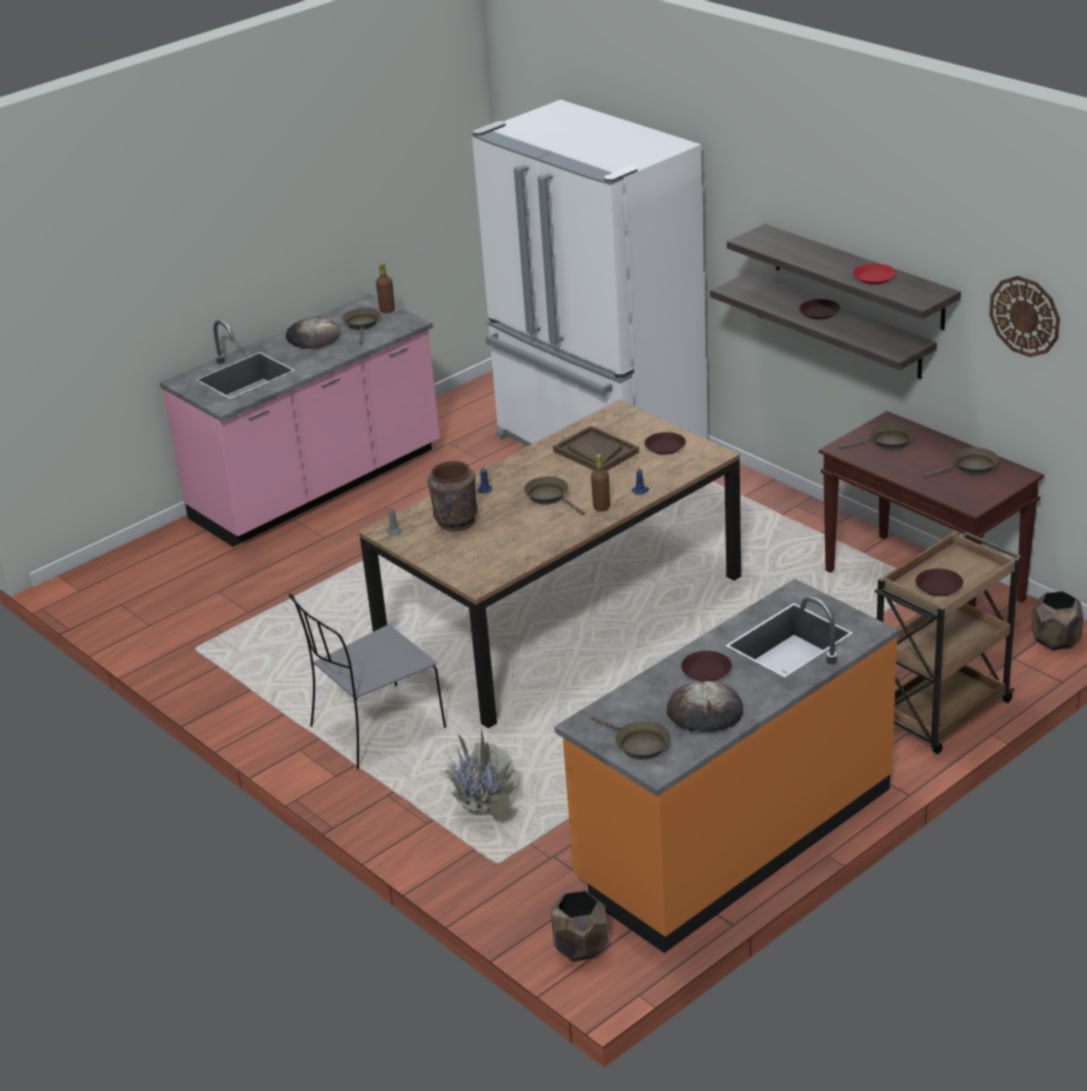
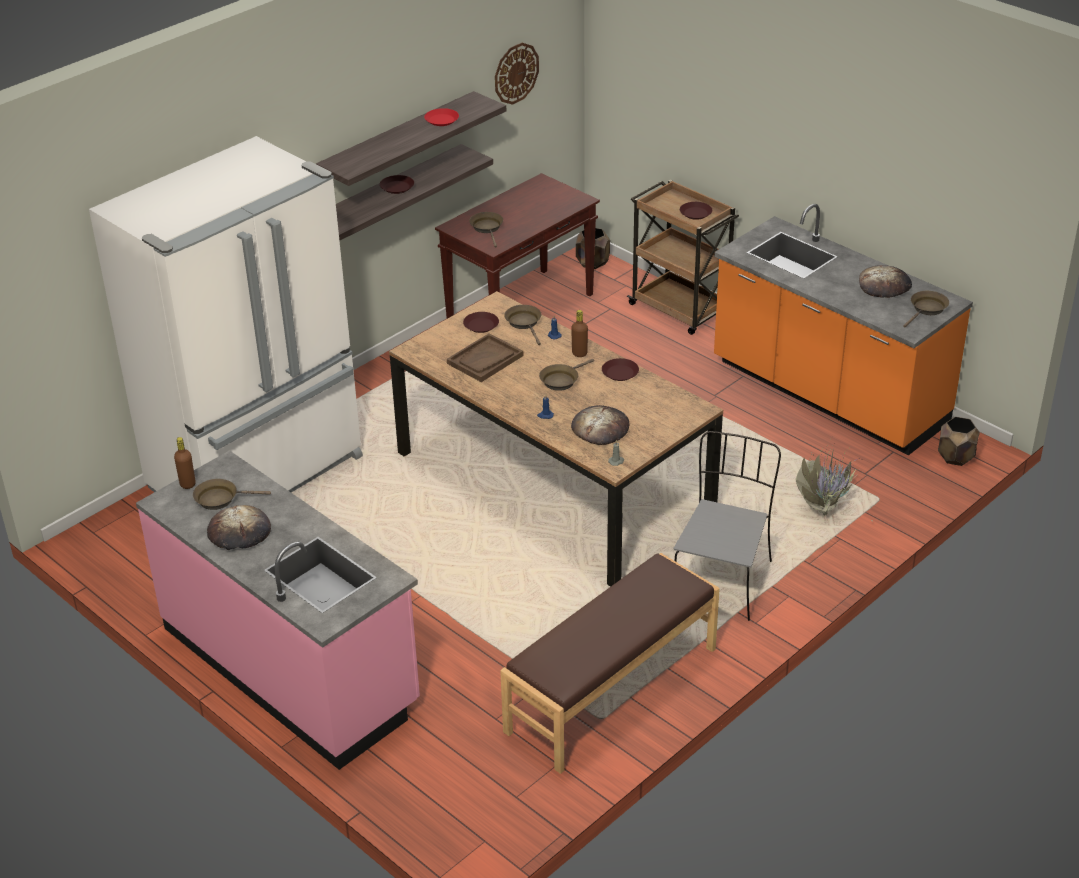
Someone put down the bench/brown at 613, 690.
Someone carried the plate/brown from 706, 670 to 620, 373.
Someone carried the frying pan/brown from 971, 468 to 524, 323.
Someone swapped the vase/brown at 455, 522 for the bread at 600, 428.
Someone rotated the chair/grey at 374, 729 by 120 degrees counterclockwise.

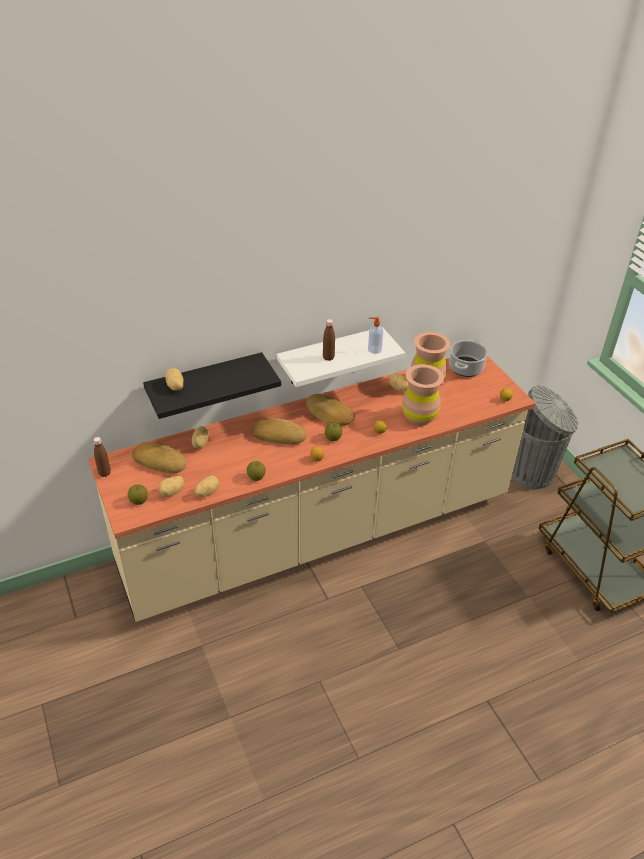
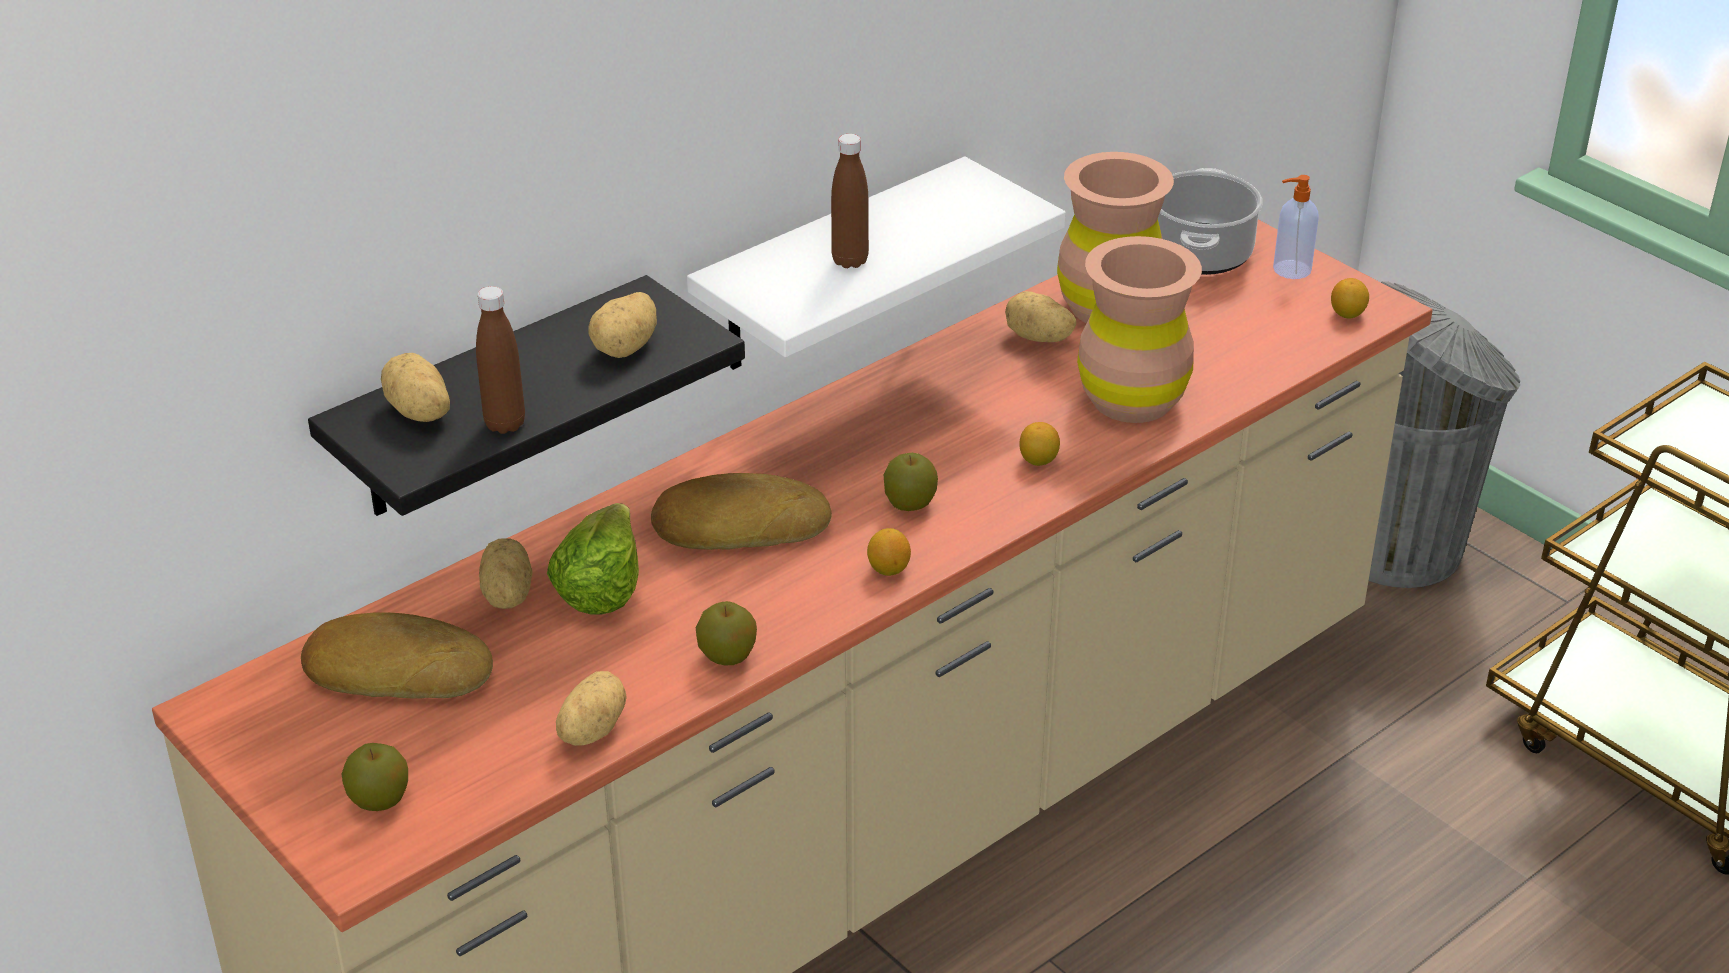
Someone took away the bread at 329, 414.
Someone put down the lettuce at 599, 586.
Someone carried the bottle/brown from 104, 473 to 505, 424.
Someone carried the potato from 172, 492 to 627, 348.
Someone carried the soap dispenser from 374, 350 to 1290, 270.

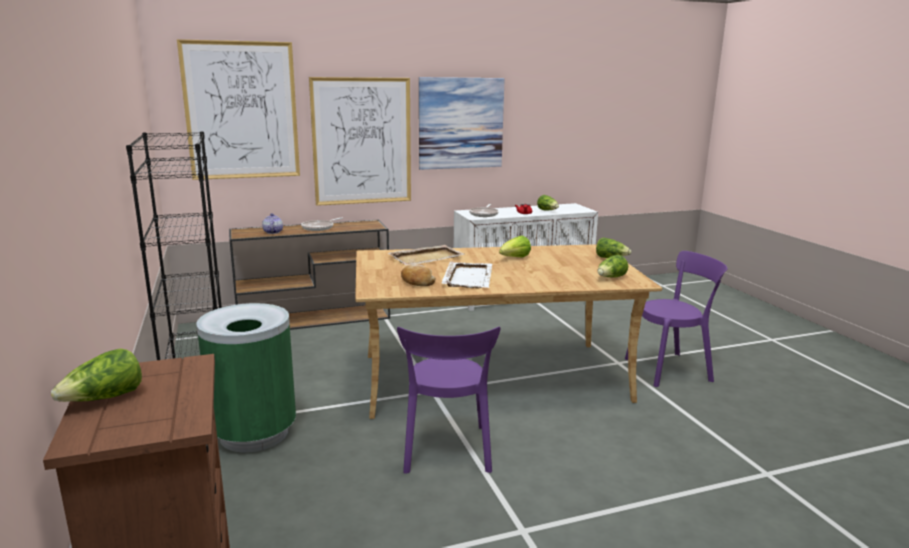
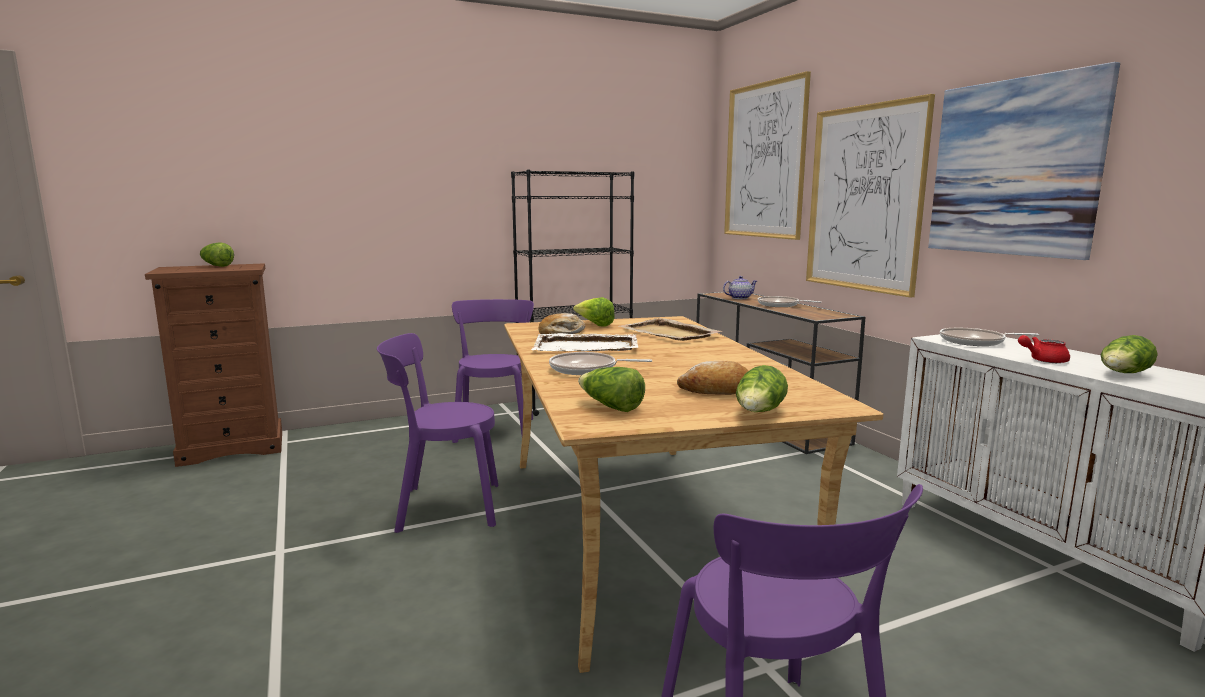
Someone put down the frying pan at 587, 369.
Someone put down the bread at 717, 390.
Someone carried the lettuce from 514, 258 to 594, 325.
Someone swapped the trash can/green at 254, 433 for the chair/purple at 495, 428.

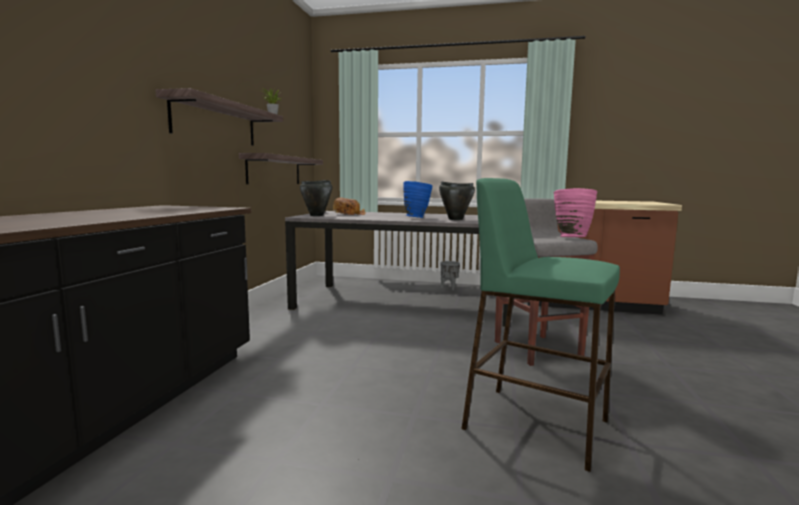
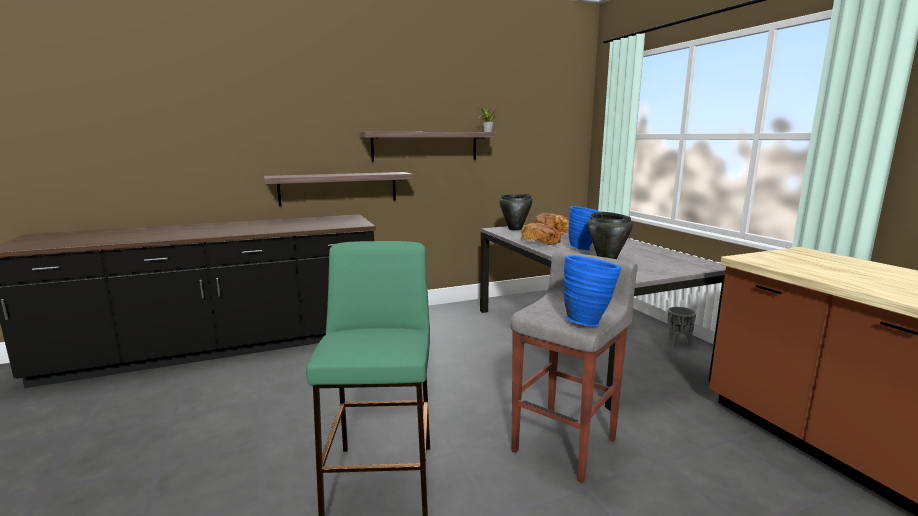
Someone put down the bread at 541, 242.
Someone carried the shelf from 274, 170 to 338, 188.
Someone repainted the vase/pink at 571, 237, which became the vase/blue at 588, 321.

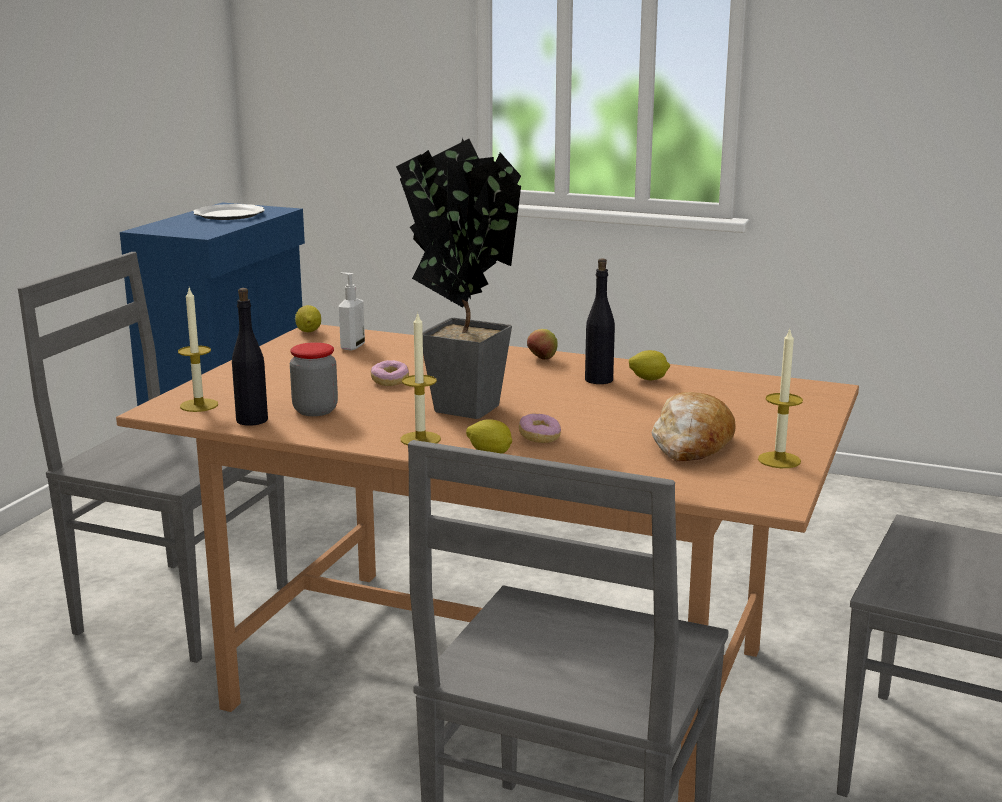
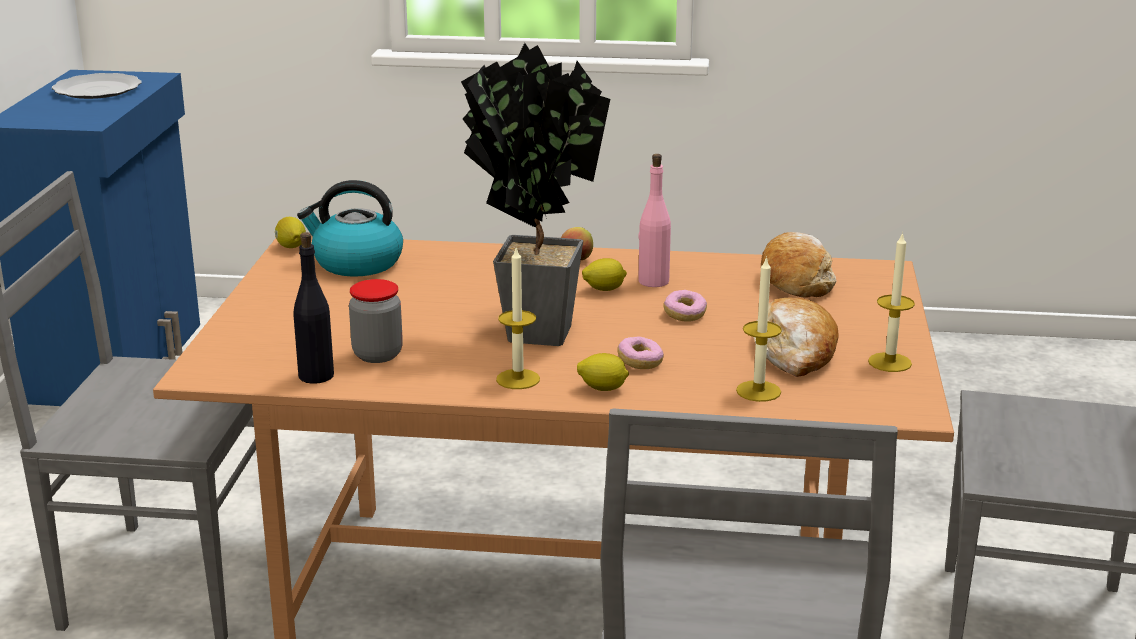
Someone put down the bread at 795, 280.
Someone carried the candle from 199, 405 to 758, 391.
Someone carried the donut from 389, 381 to 684, 315.
Someone carried the lemon from 648, 379 to 604, 290.
Someone swapped the soap dispenser at 351, 346 for the kettle at 356, 263.
Someone repainted the bottle/black at 598, 380, which became the bottle/pink at 653, 281.

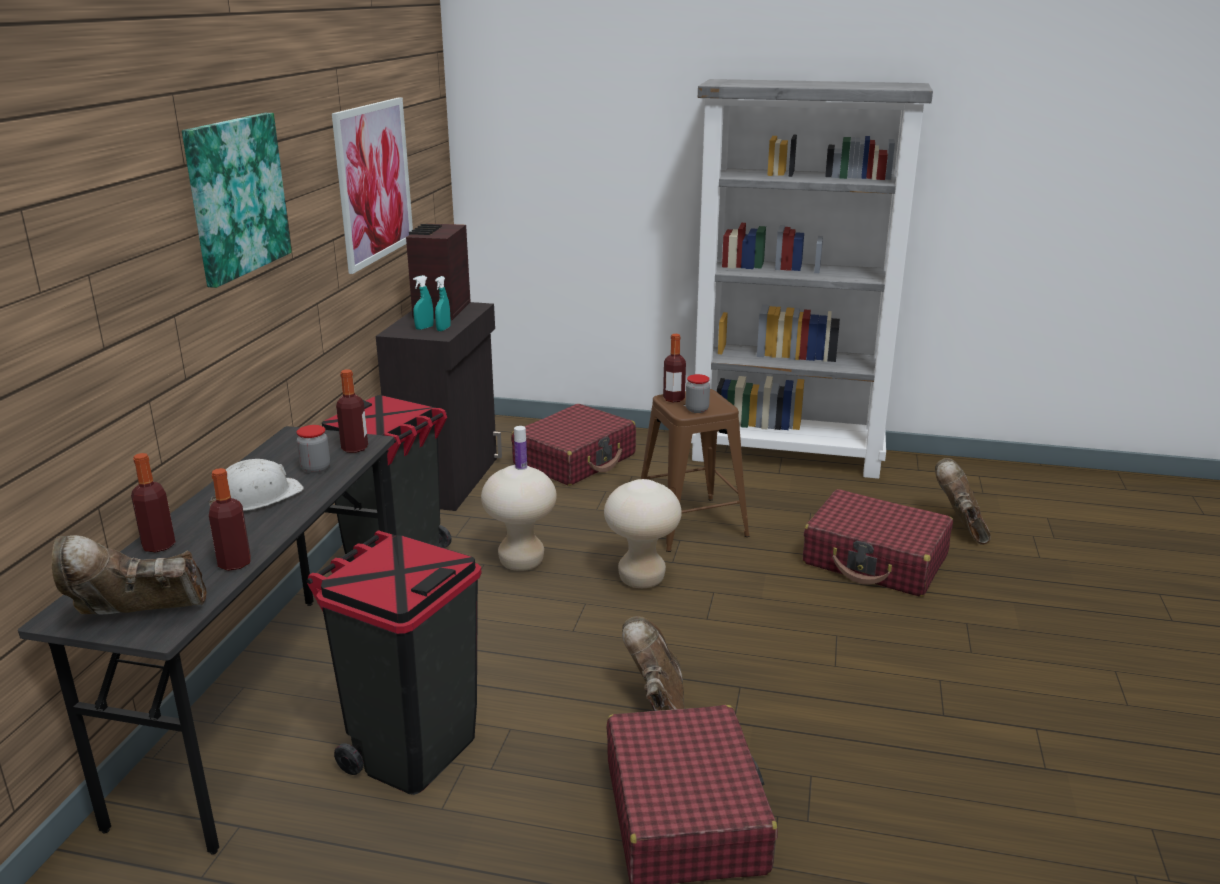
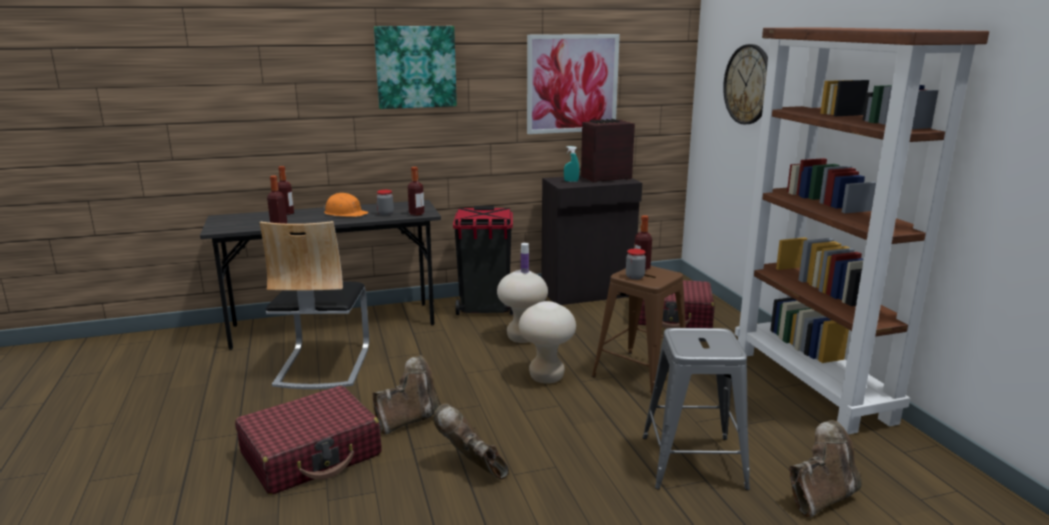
Someone took away the spray bottle/turquoise at 443, 329.
Someone put up the wall clock at 748, 84.
Someone carried the boot/brown from 137, 620 to 473, 467.
Someone swapped the trash can/black at 412, 750 for the chair at 322, 365.
Someone swapped the suitcase/red at 875, 560 for the stool/grey at 692, 462.
Someone repainted the hard hat/white at 256, 497, which became the hard hat/orange at 345, 213.
Someone repainted the bookcase/grey at 787, 456, which became the bookcase/brown at 812, 385.

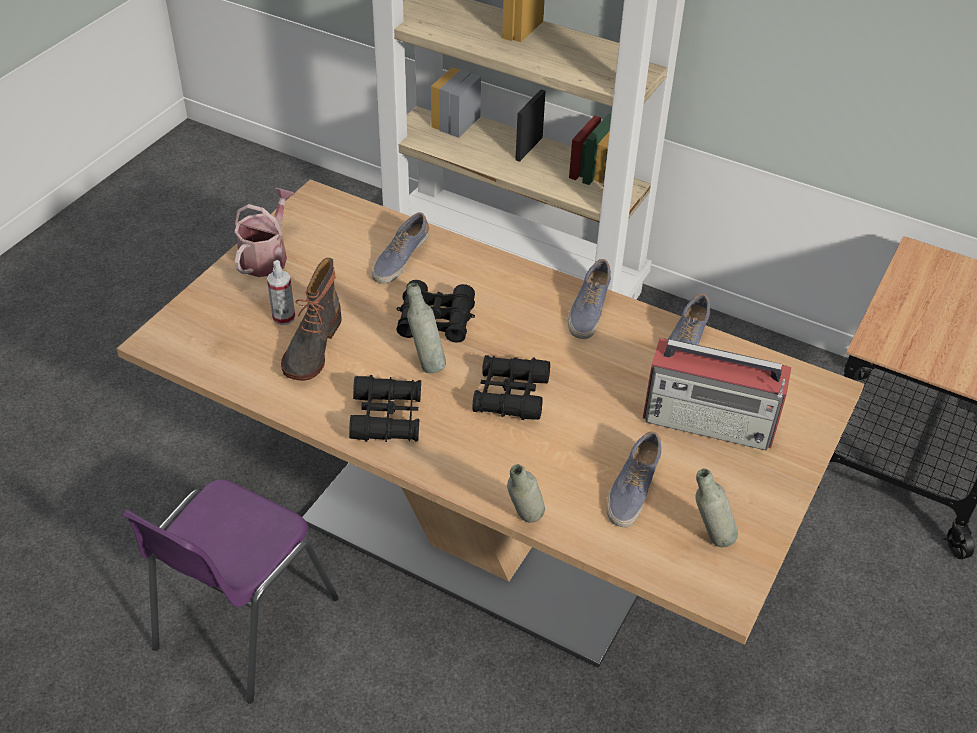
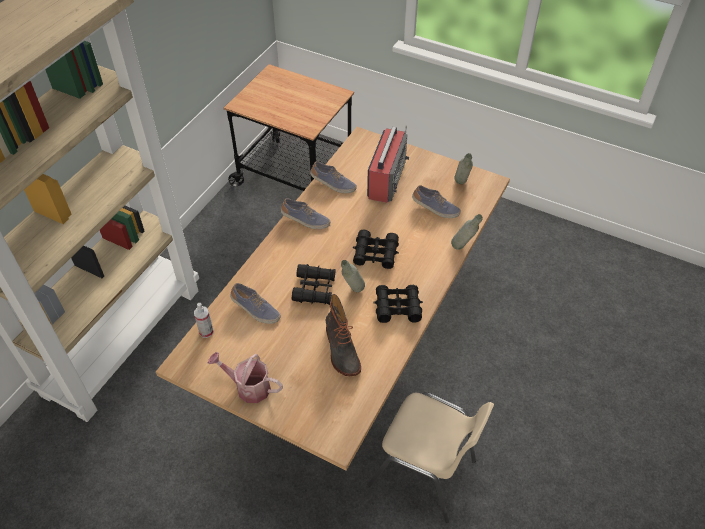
Someone carried the spray bottle from 284, 317 to 206, 332.
Someone repainted the chair/purple at 241, 625, which became the chair/beige at 425, 474.
Someone rotated the boot at 311, 347 by 60 degrees clockwise.

